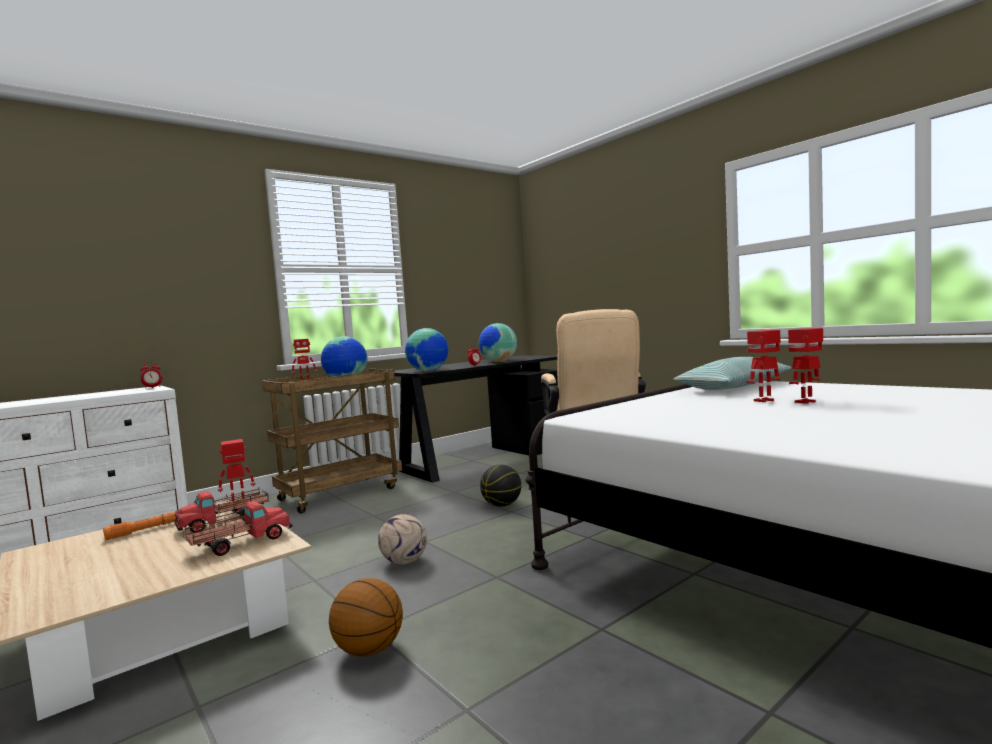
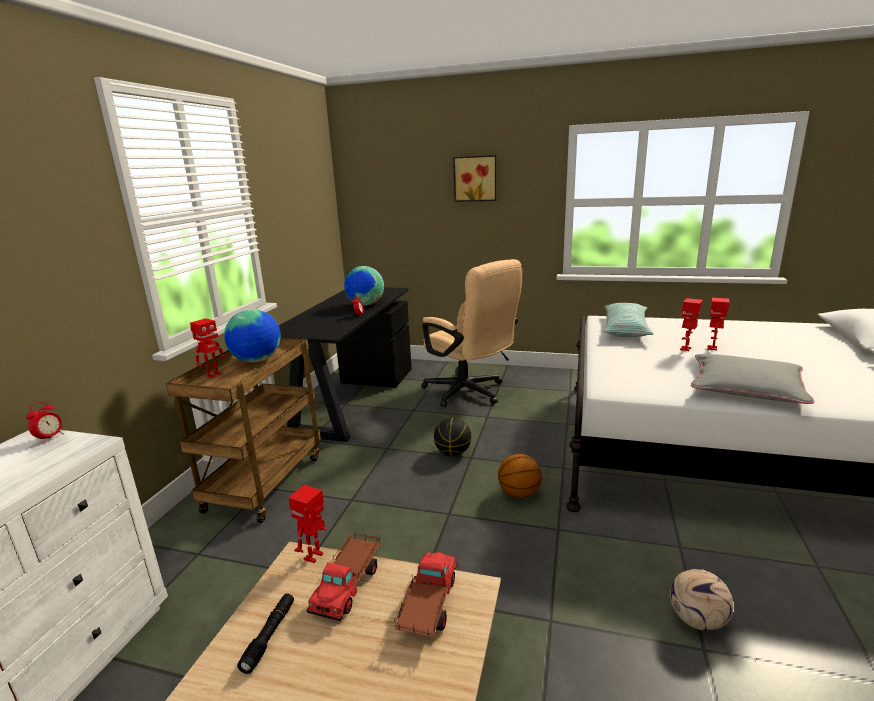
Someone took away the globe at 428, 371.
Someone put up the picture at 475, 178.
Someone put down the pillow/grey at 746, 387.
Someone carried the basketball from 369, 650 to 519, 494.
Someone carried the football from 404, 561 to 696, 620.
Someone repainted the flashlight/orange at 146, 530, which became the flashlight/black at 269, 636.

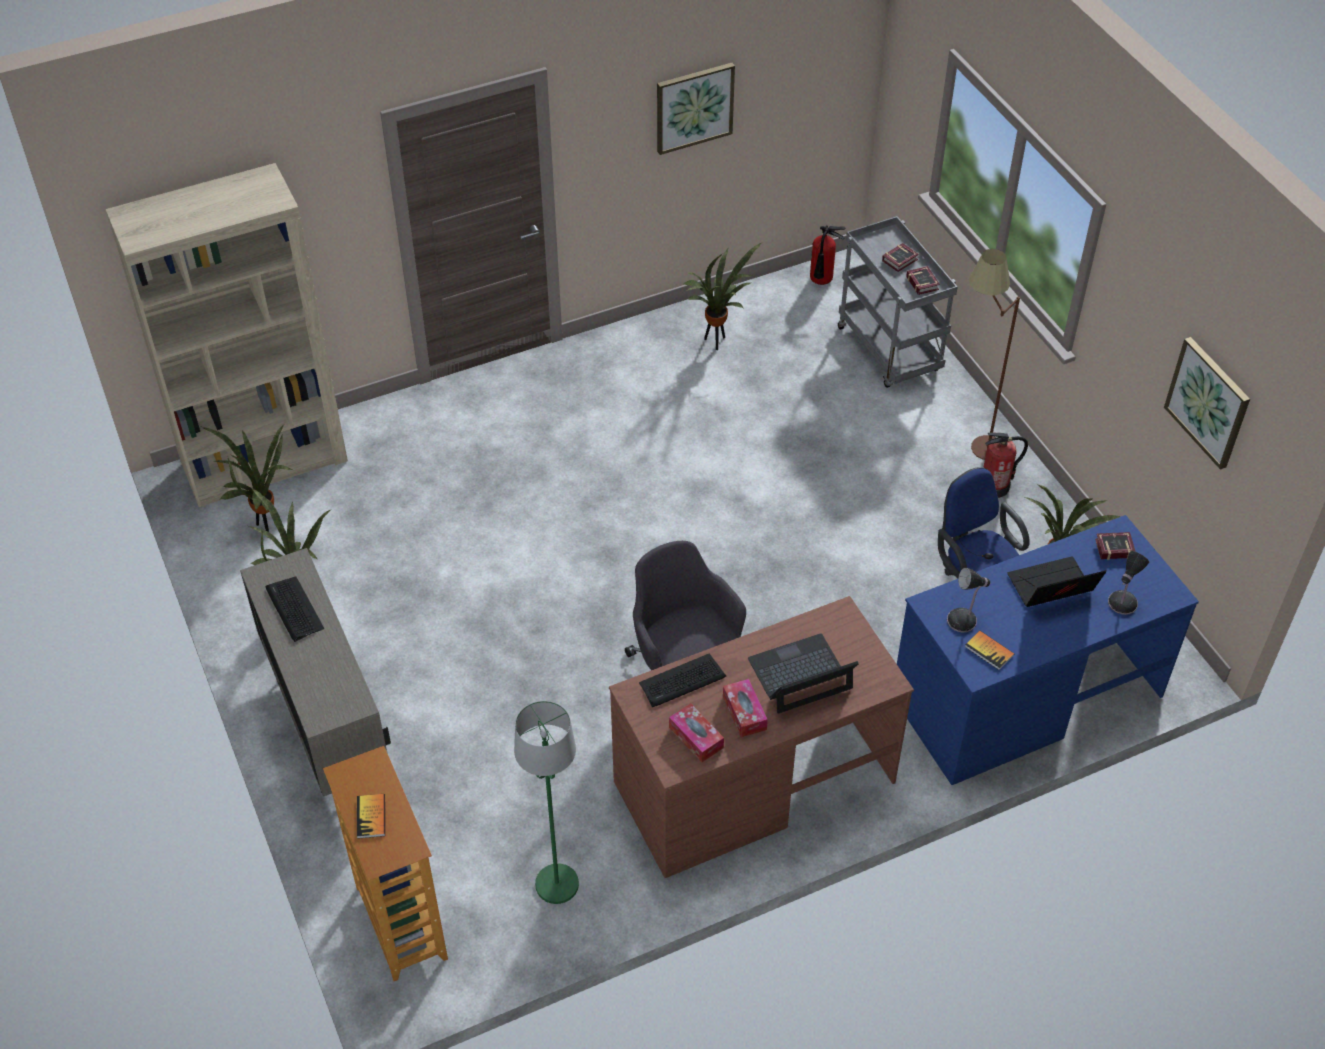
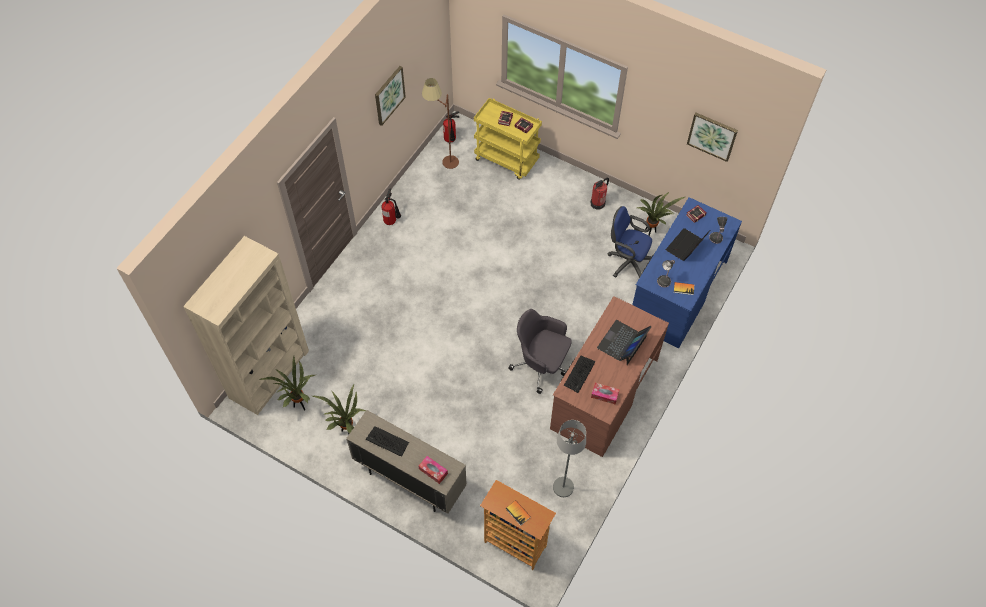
Someone took away the potted plant at 716, 342.
Someone put down the fire extinguisher at 392, 221.
Someone carried the tissue box from 744, 713 to 433, 471.
Someone carried the floor lamp/brown from 972, 443 to 443, 163.
Someone repainted the floor lamp/green at 556, 885, which became the floor lamp/grey at 563, 487.
Someone repainted the cart/grey at 890, 351, which became the cart/yellow at 507, 160.

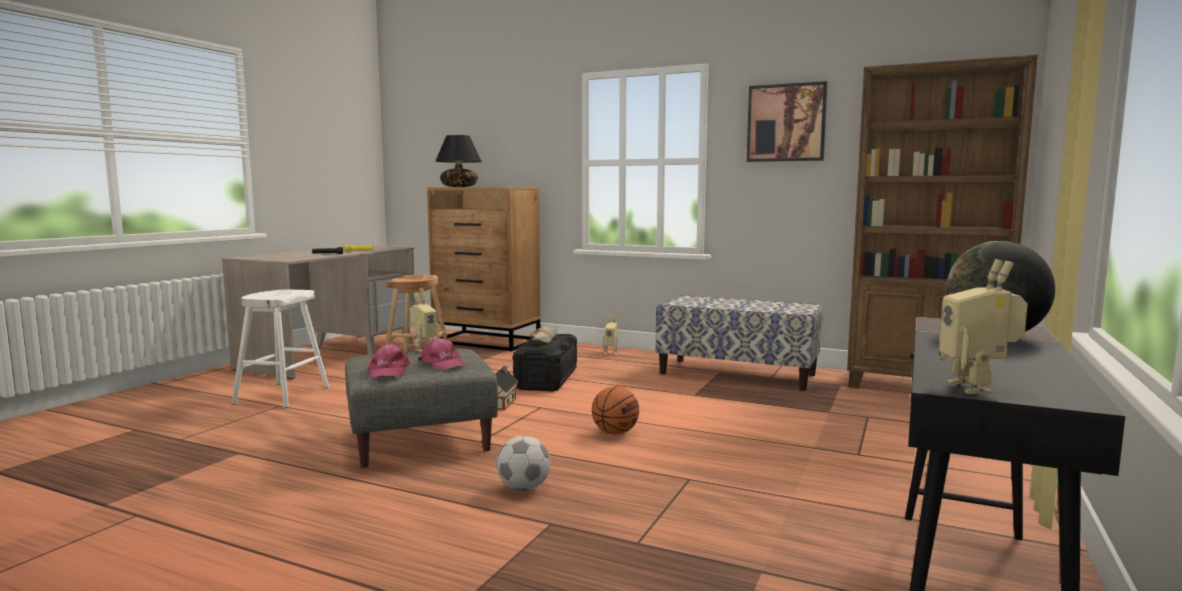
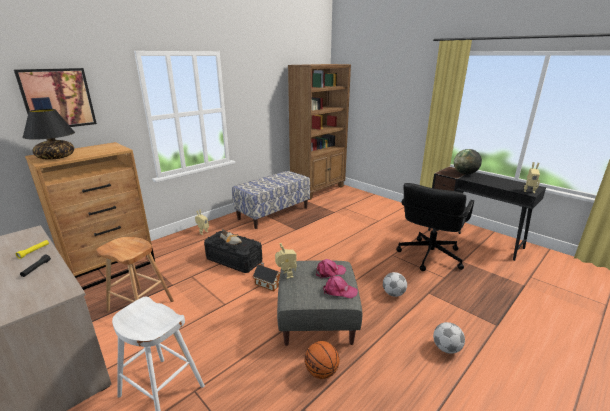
Someone put down the office chair/black at 429, 256.
Someone put down the football at 446, 348.
Someone carried the basketball from 615, 433 to 321, 372.
Someone carried the picture from 786, 123 to 58, 98.

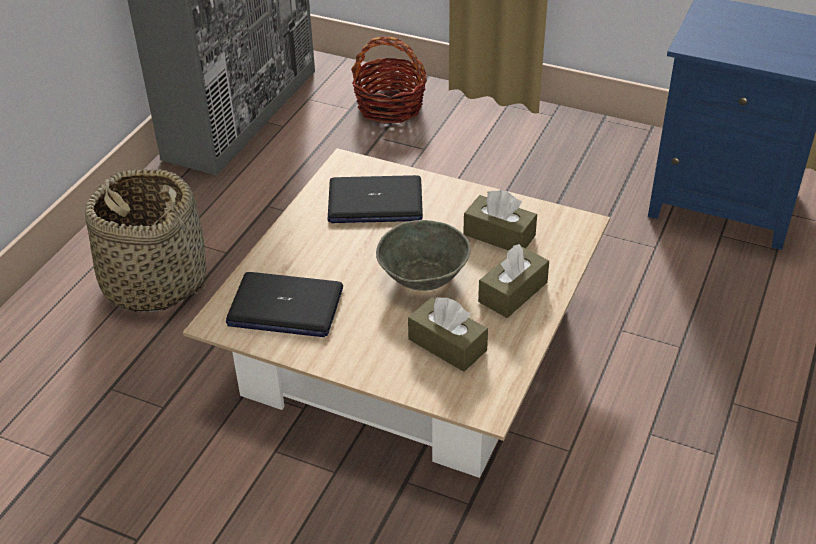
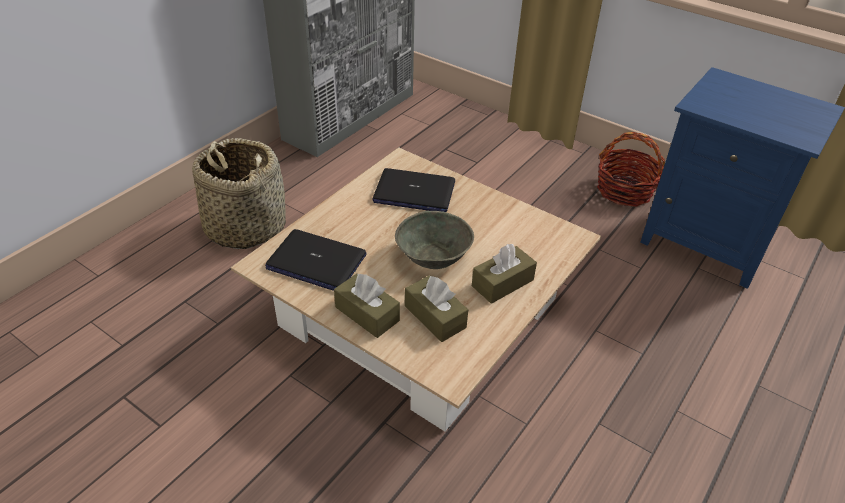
Someone carried the basket from 390, 107 to 624, 190.
Someone carried the tissue box/brown from 499, 235 to 367, 314.

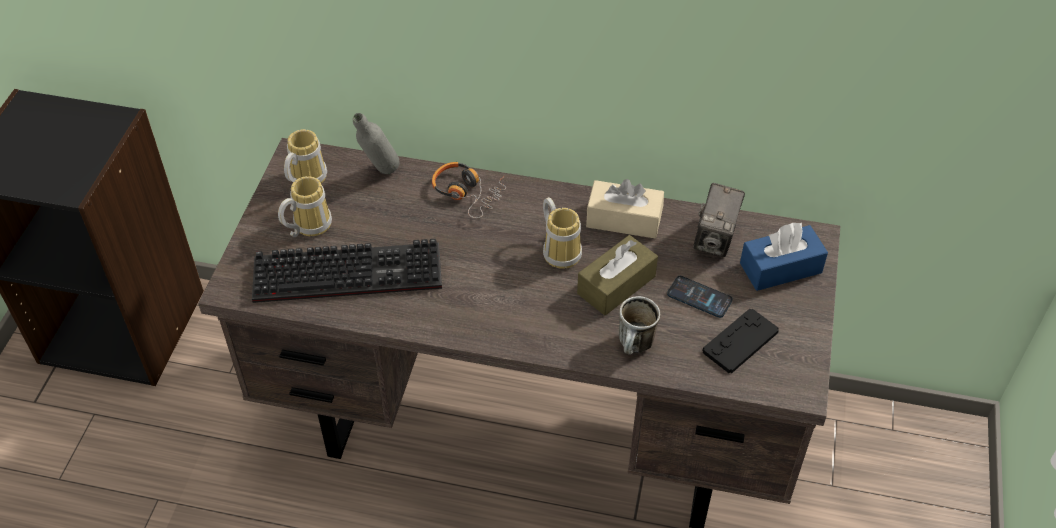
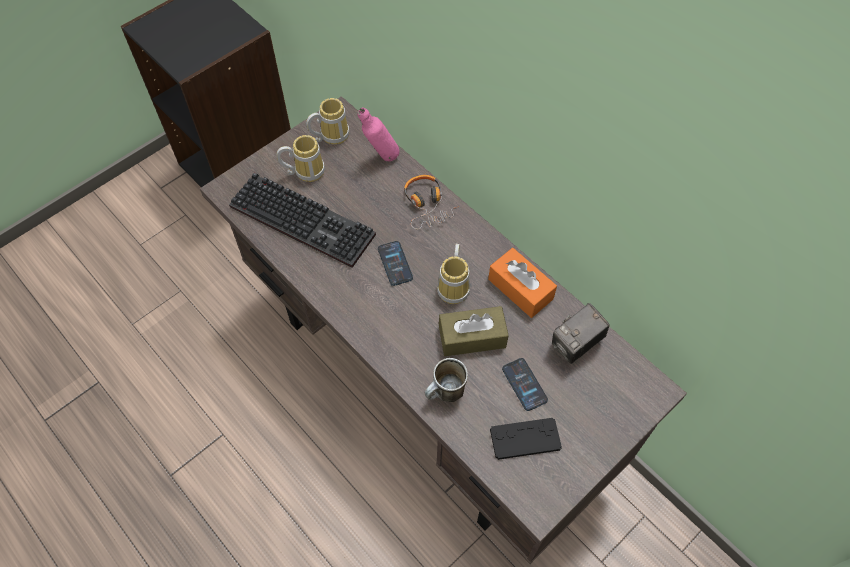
Someone took away the tissue box/blue at 780, 268.
Someone put down the phone at 395, 263.
Someone repainted the bottle/grey at 380, 175, which became the bottle/pink at 381, 158.
Someone repainted the tissue box/beige at 624, 219, which became the tissue box/orange at 520, 289.

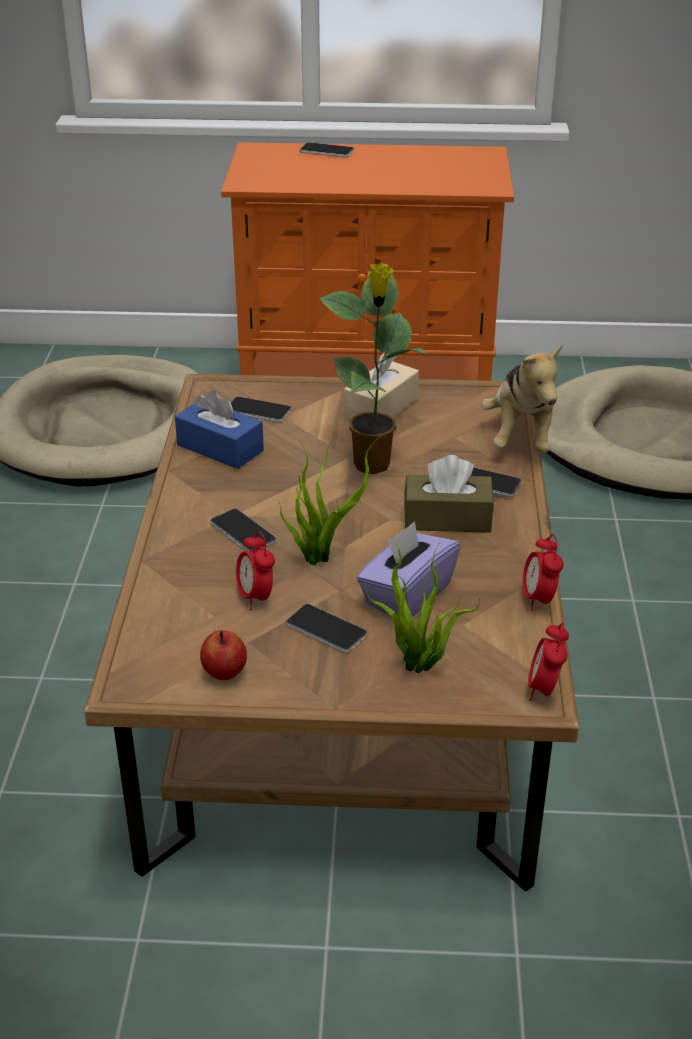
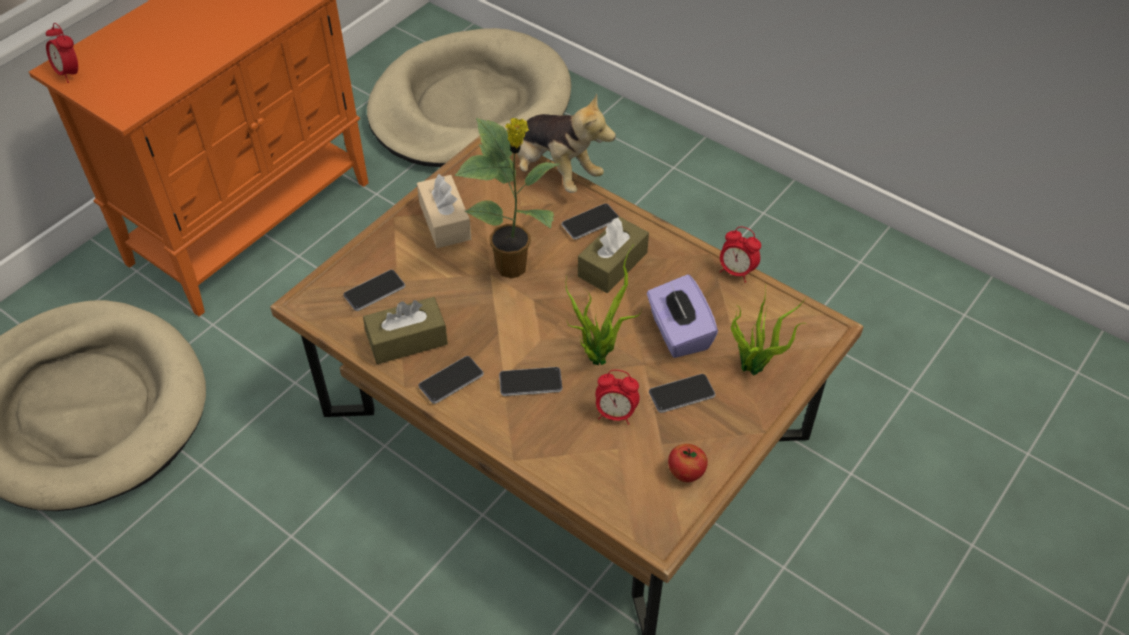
Someone carried the phone from 326, 151 to 451, 380.
Someone carried the alarm clock from 544, 689 to 69, 73.
Someone repainted the tissue box/blue at 220, 448, which became the tissue box/brown at 407, 340.

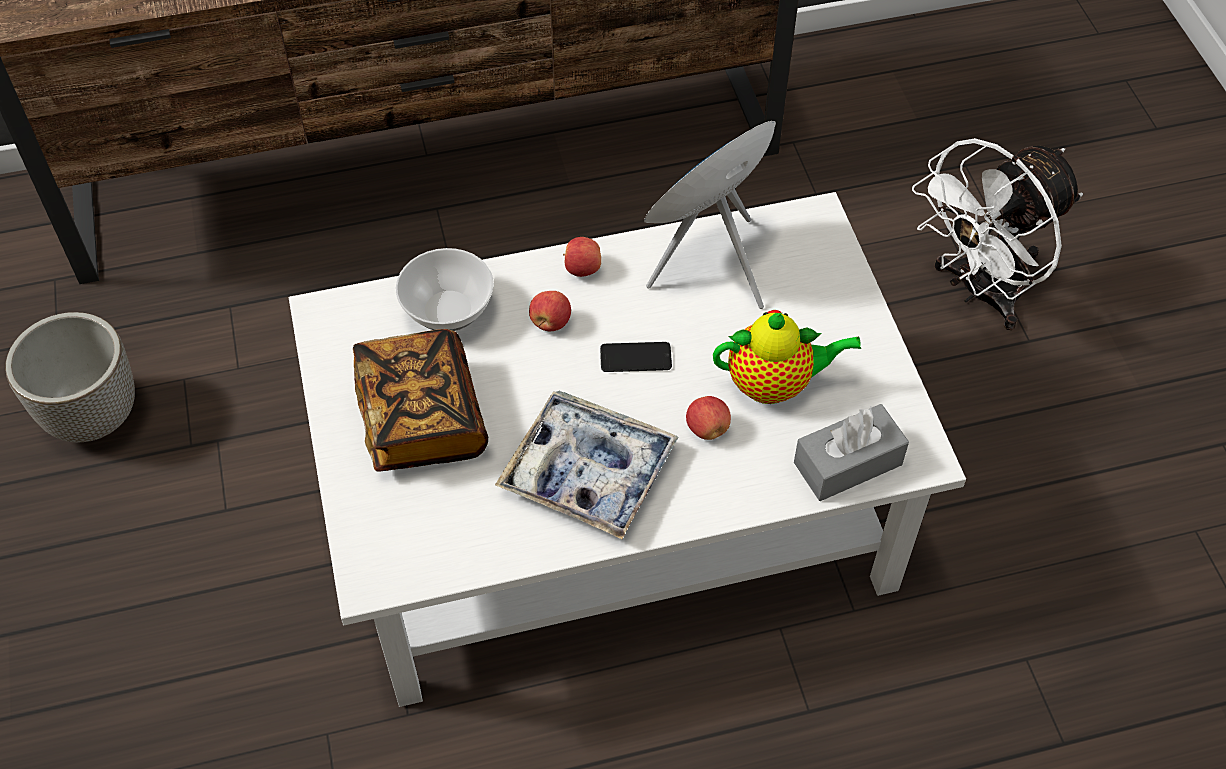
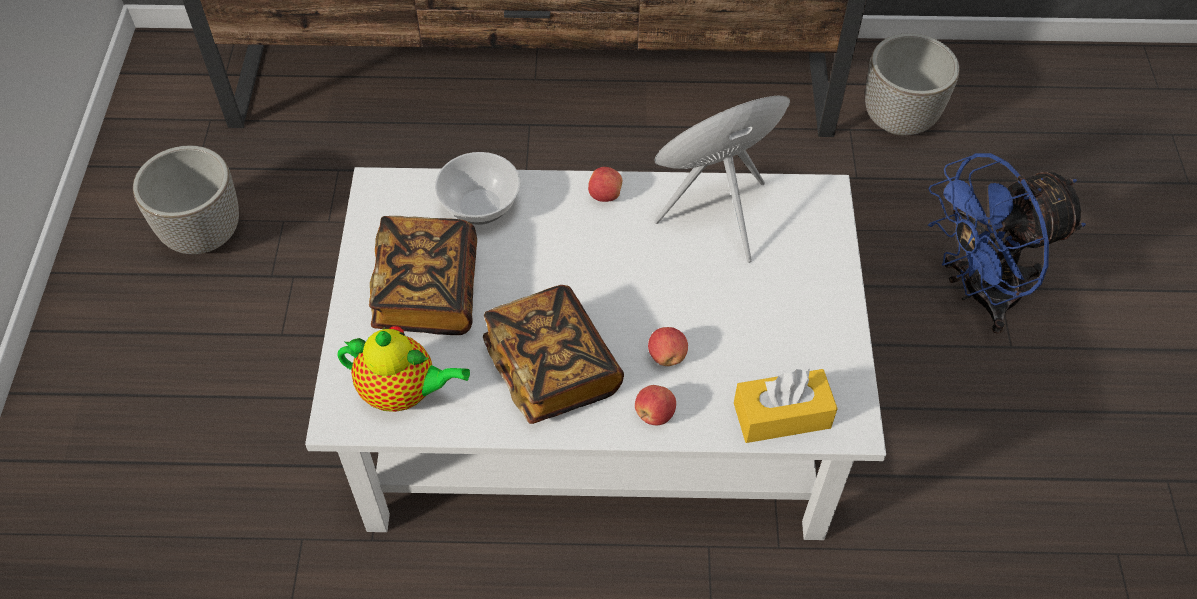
Someone took away the phone at 635, 358.
Someone put down the planter at 899, 120.
Someone carried the apple from 550, 322 to 654, 414.
Someone carried the teapot from 774, 384 to 403, 393.
Someone swapped the tray at 588, 472 for the book at 552, 370.
Someone repainted the tissue box/grey at 847, 463, which became the tissue box/yellow at 782, 415.
Someone repainted the fan/white at 979, 292, which became the fan/blue at 977, 294.

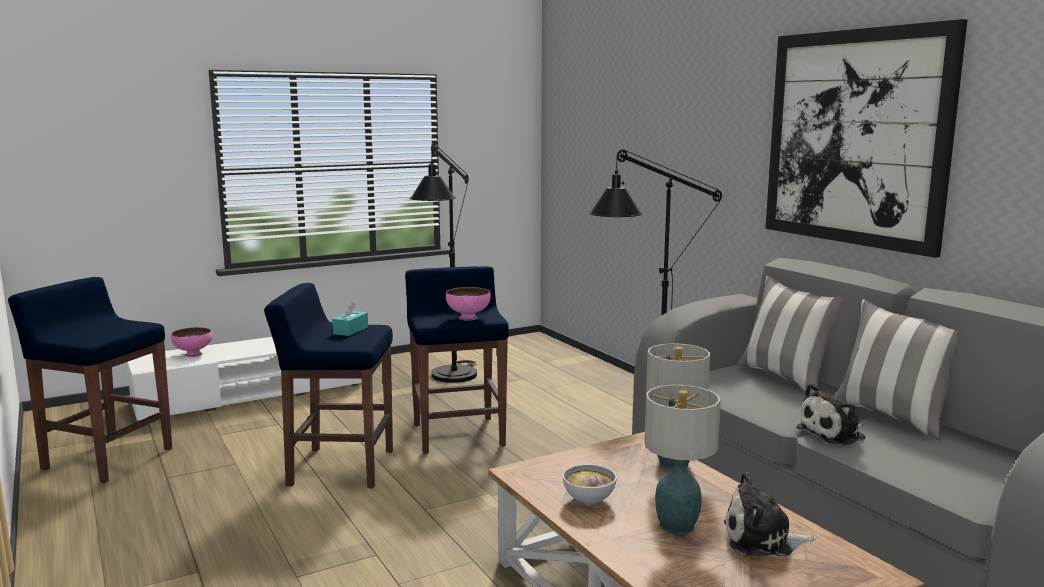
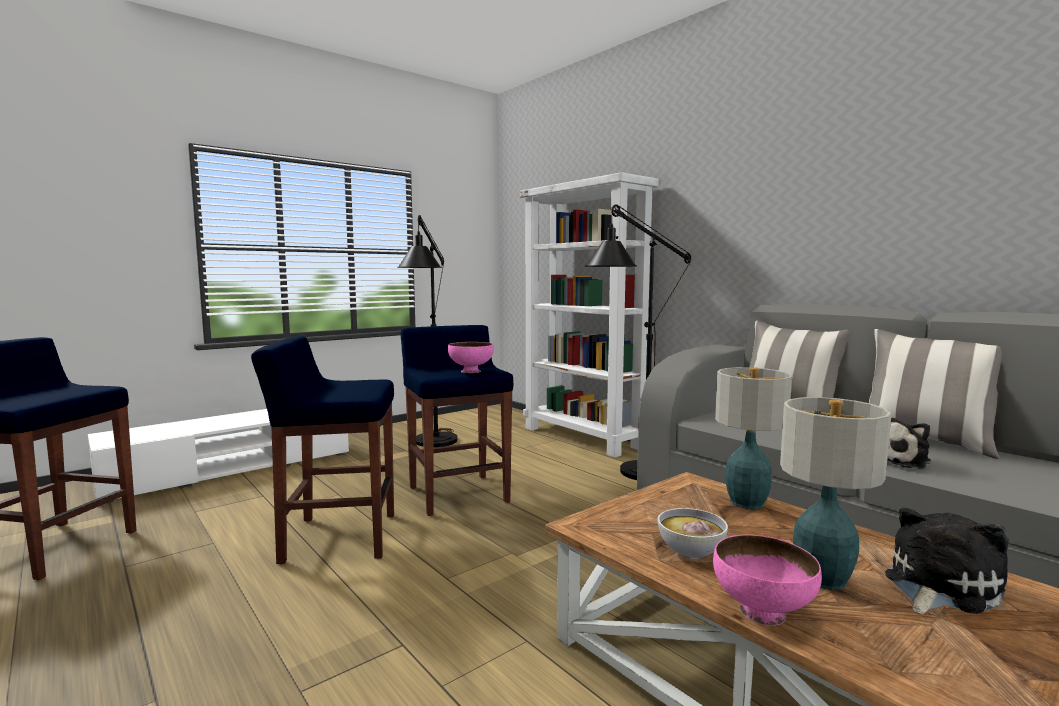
Someone took away the tissue box/turquoise at 350, 330.
Someone took away the picture at 855, 138.
Someone put down the bookcase/white at 583, 438.
Someone carried the bowl/pink from 193, 354 to 761, 613.
Someone rotated the plush toy at 762, 539 by 150 degrees clockwise.

